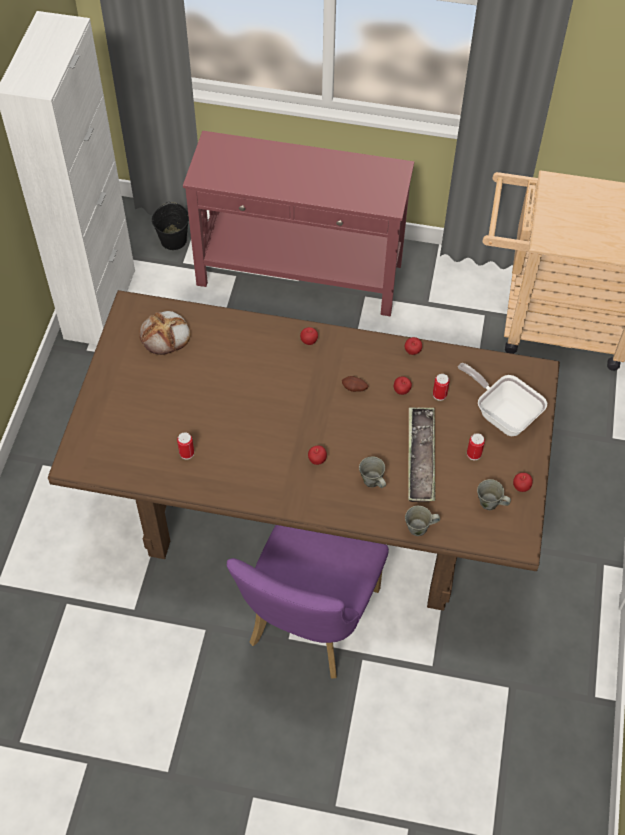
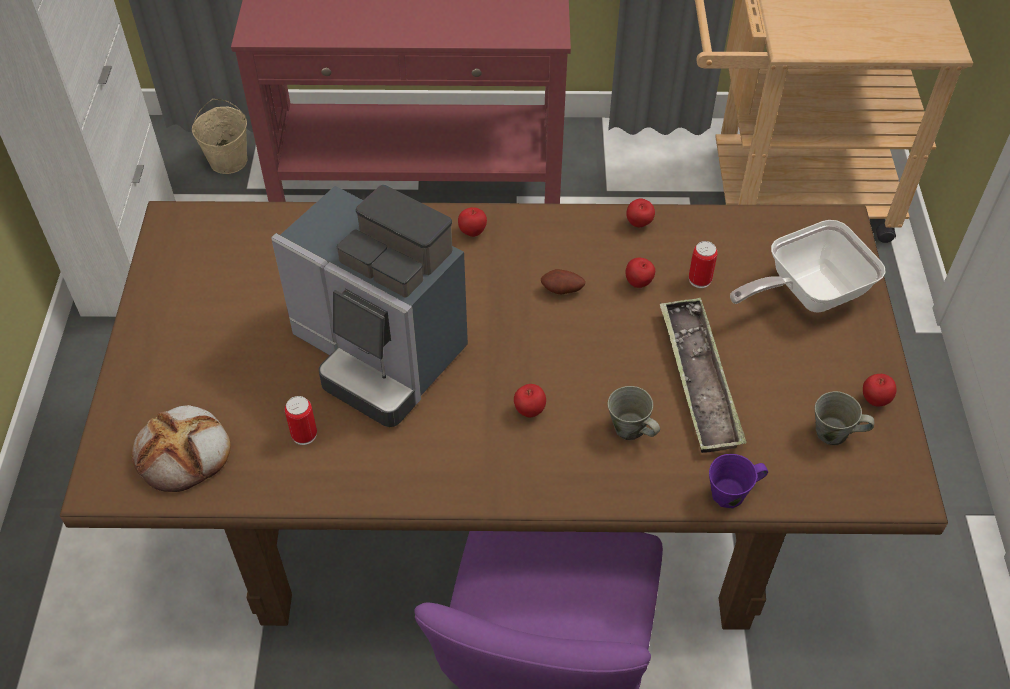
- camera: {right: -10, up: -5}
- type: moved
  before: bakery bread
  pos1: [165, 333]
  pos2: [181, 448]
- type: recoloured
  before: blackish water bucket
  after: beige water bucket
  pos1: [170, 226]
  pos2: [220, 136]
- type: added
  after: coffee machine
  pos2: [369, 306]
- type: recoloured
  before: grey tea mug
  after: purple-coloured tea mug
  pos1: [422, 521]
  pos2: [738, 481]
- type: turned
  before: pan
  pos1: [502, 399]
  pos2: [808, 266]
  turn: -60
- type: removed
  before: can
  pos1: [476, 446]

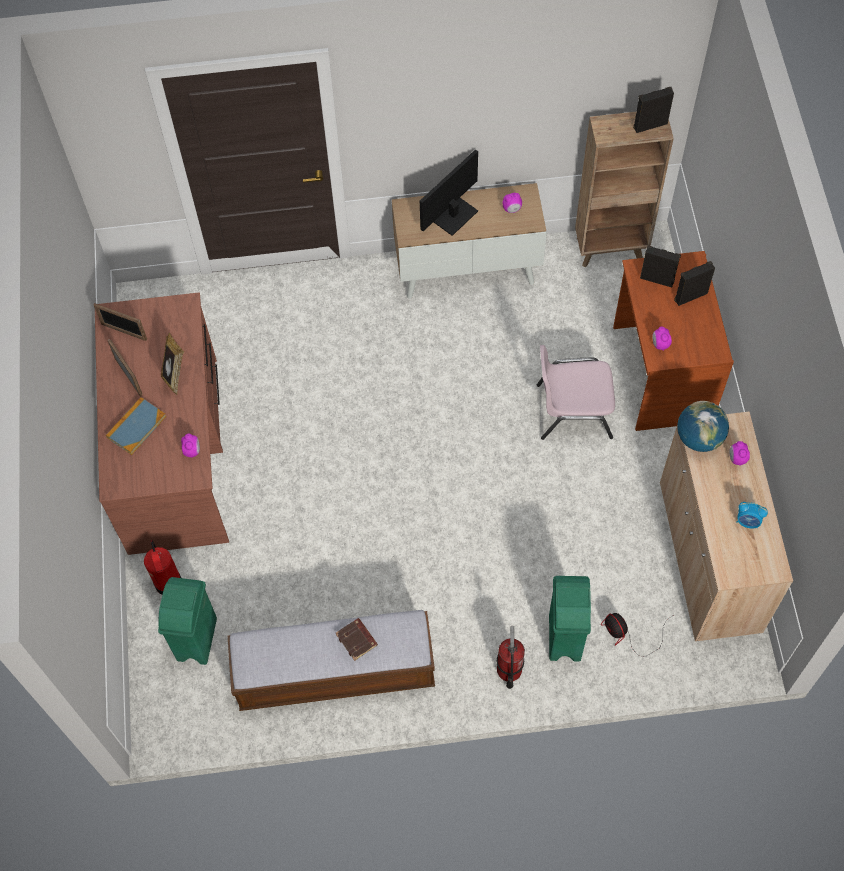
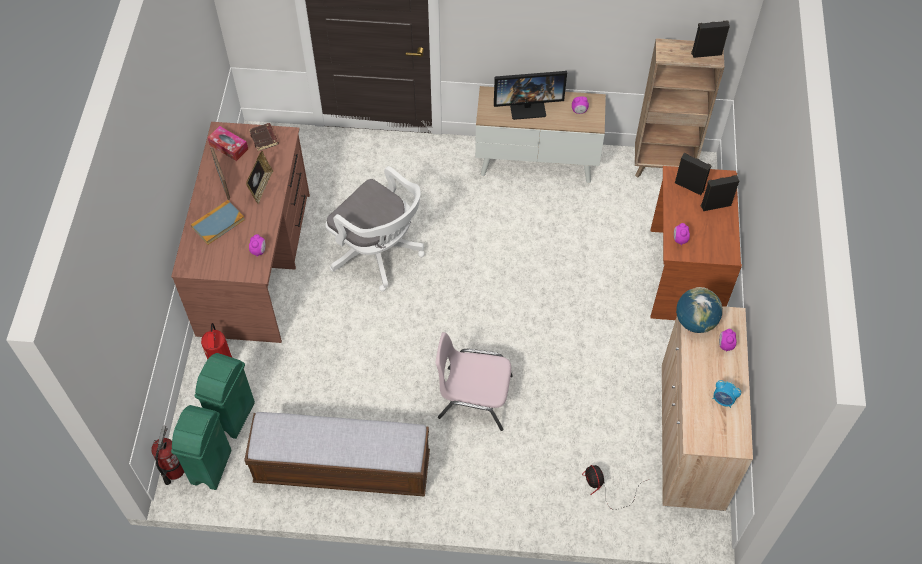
- camera: {right: 10, up: -5}
- type: moved
  before: extinguisher
  pos1: [511, 657]
  pos2: [167, 455]
- type: moved
  before: green-coloured rubbish bin
  pos1: [570, 618]
  pos2: [201, 447]
- type: replaced
  before: photo frame
  after: box of tissues
  pos1: [120, 322]
  pos2: [227, 143]
- type: moved
  before: brown-coloured bound book
  pos1: [357, 639]
  pos2: [264, 137]
- type: added
  after: white-coloured office chair
  pos2: [375, 229]
- type: moved
  before: pink-coloured plain chair
  pos1: [576, 392]
  pos2: [474, 381]
- type: turned
  before: computer screen
  pos1: [449, 192]
  pos2: [530, 95]
  turn: -150

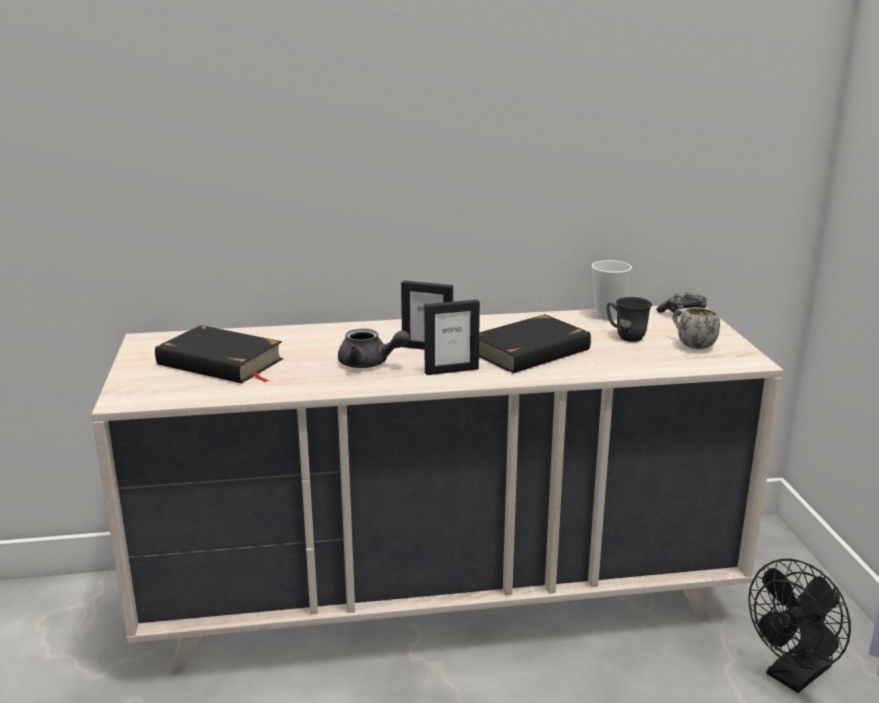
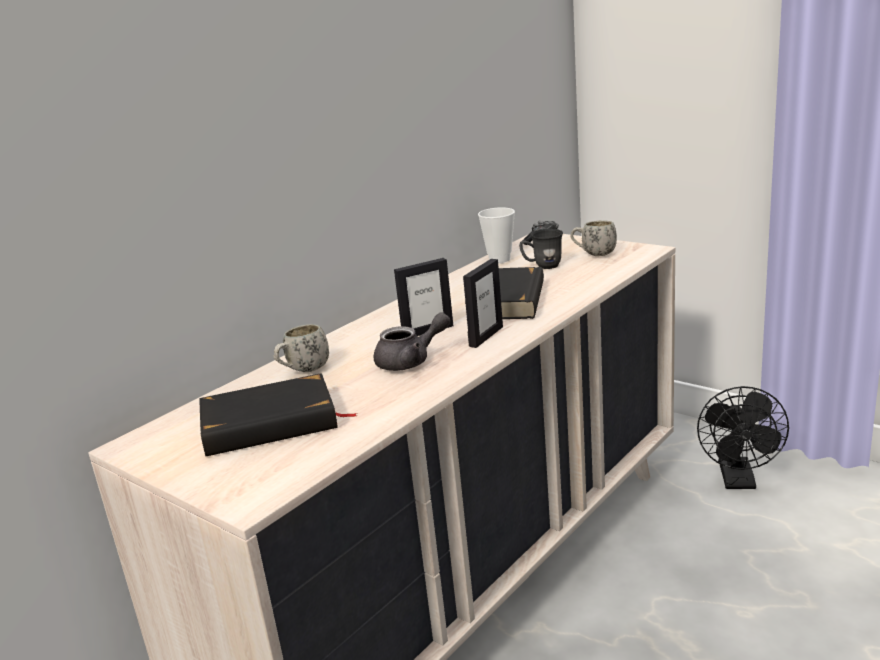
- camera: {right: -40, up: 0}
- type: added
  after: white-coloured tea mug
  pos2: [301, 348]

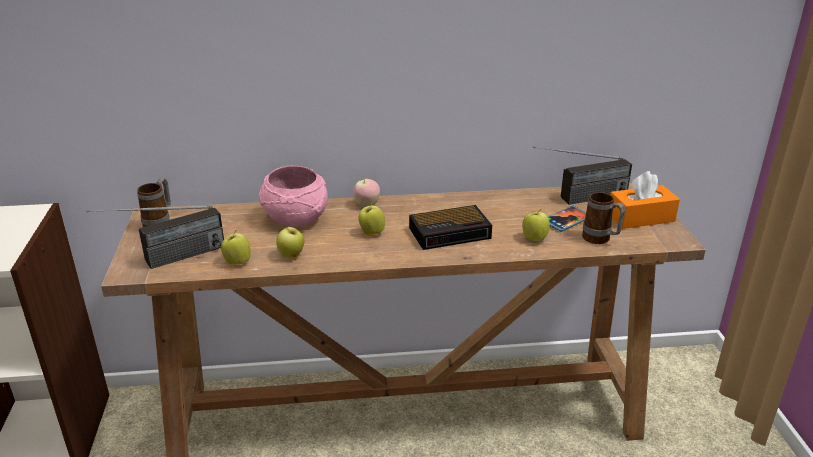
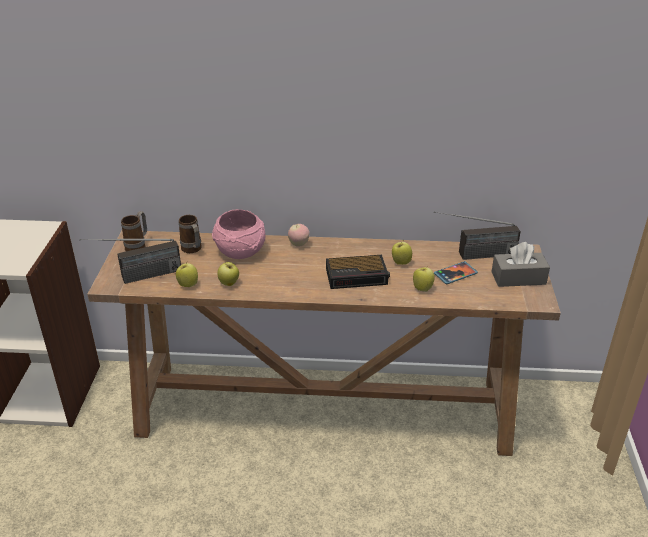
- camera: {right: 10, up: 5}
- type: moved
  before: tea mug
  pos1: [603, 218]
  pos2: [190, 234]
- type: moved
  before: whole apple
  pos1: [371, 219]
  pos2: [402, 253]
- type: recoloured
  before: orangey box of tissues
  after: grey box of tissues
  pos1: [645, 200]
  pos2: [521, 264]

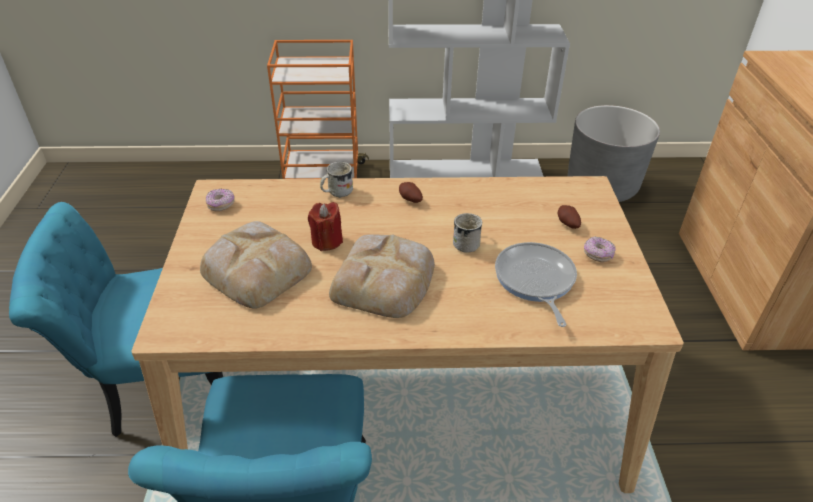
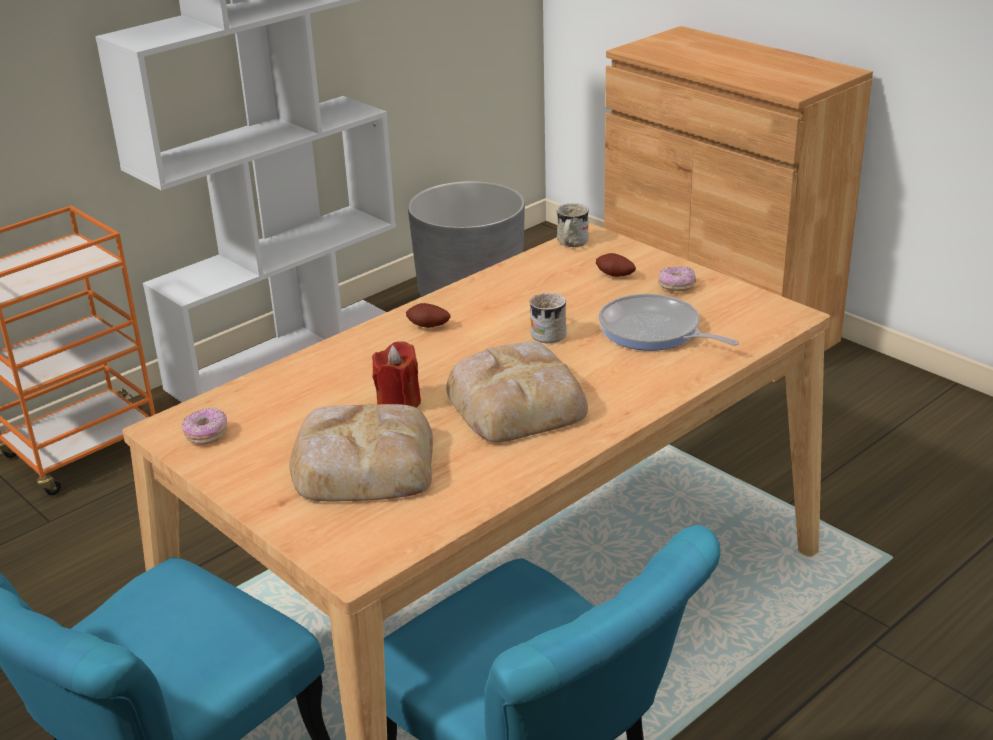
- camera: {right: -40, up: -10}
- type: moved
  before: white-coloured tea mug
  pos1: [336, 179]
  pos2: [573, 225]

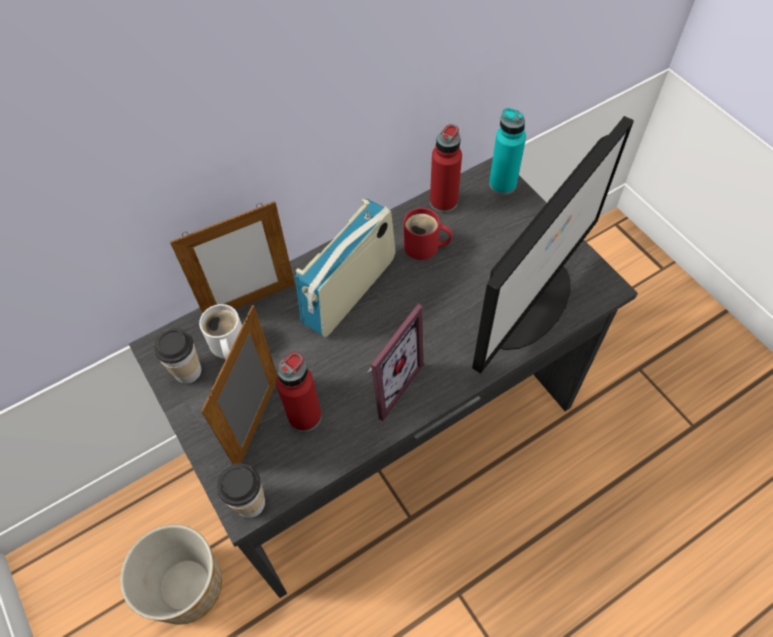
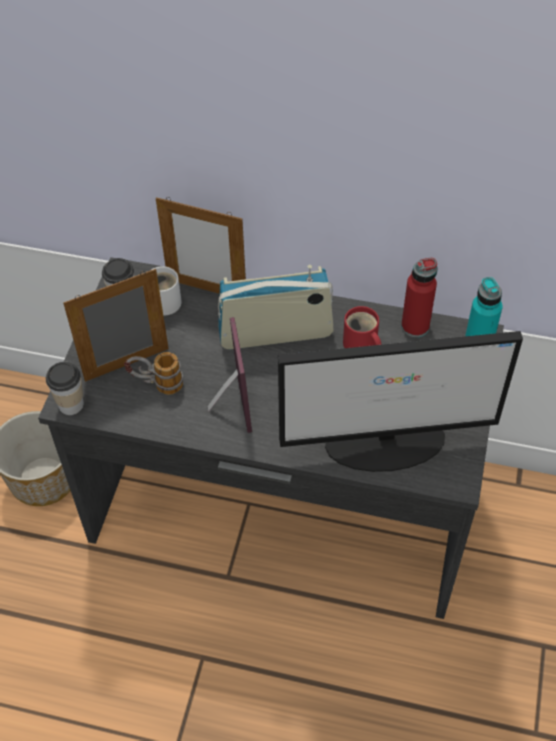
- camera: {right: 45, up: -5}
- type: replaced
  before: red bottle
  after: tea mug
  pos1: [299, 392]
  pos2: [153, 373]
- type: turned
  before: photo frame
  pos1: [395, 362]
  pos2: [230, 375]
  turn: -90

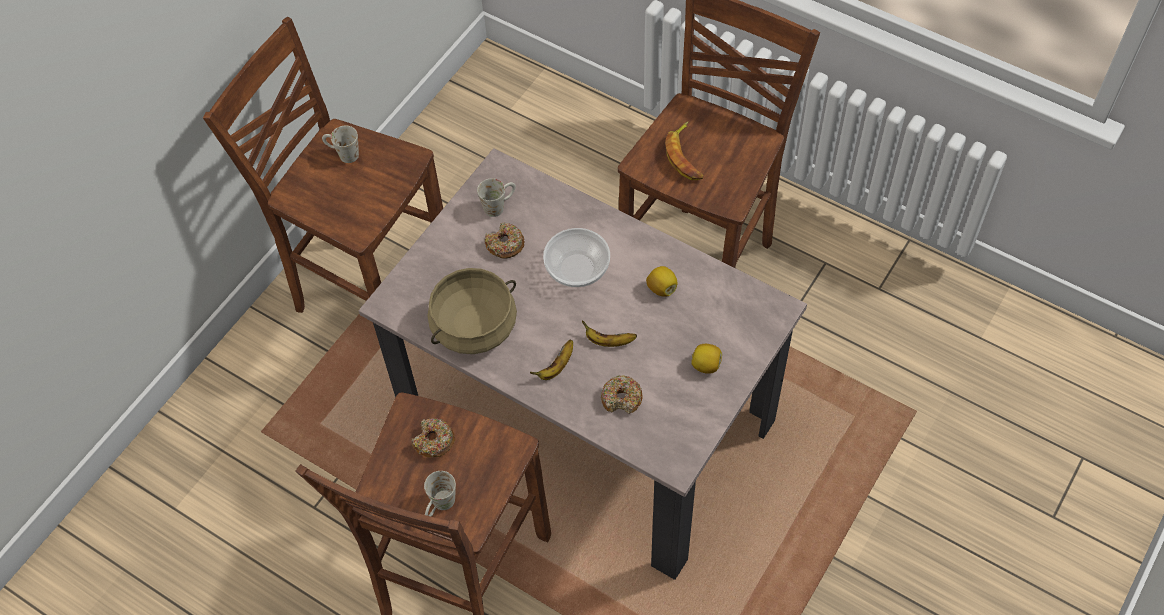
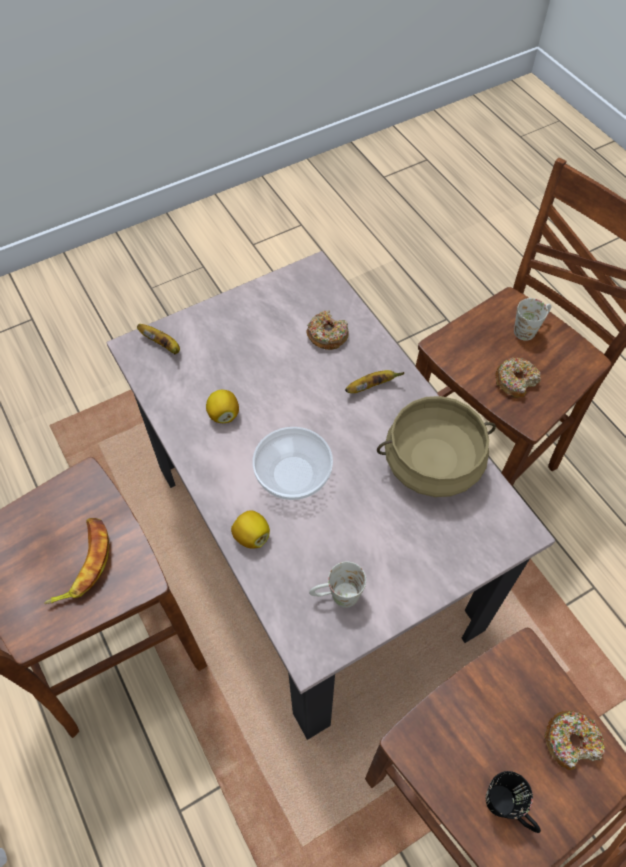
- camera: {right: -155, up: 0}
- type: moved
  before: banana
  pos1: [609, 334]
  pos2: [158, 339]
- type: moved
  before: whole lemon
  pos1: [706, 359]
  pos2: [250, 529]
- type: recoloured
  before: white-coloured tea mug
  after: blackish tea mug
  pos1: [340, 144]
  pos2: [513, 802]
- type: moved
  before: donut
  pos1: [505, 240]
  pos2: [574, 740]

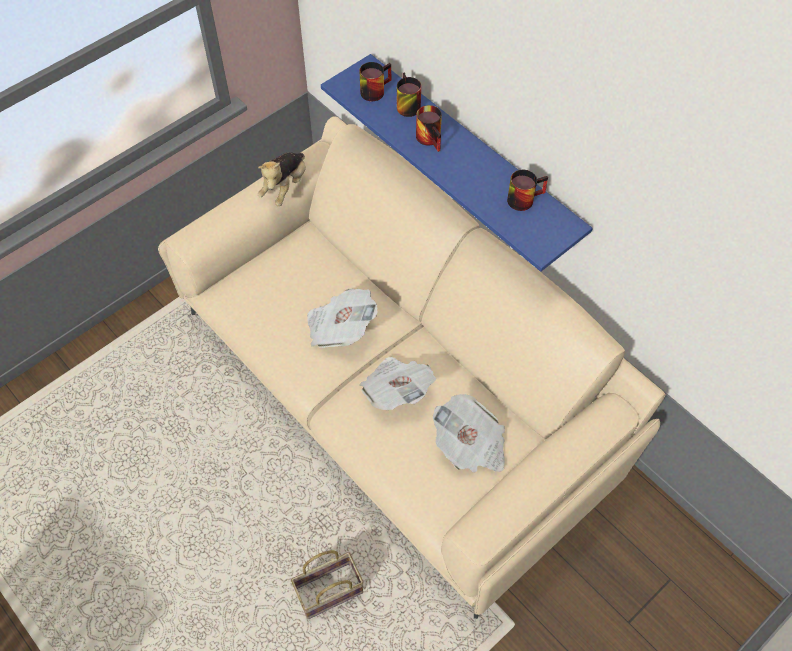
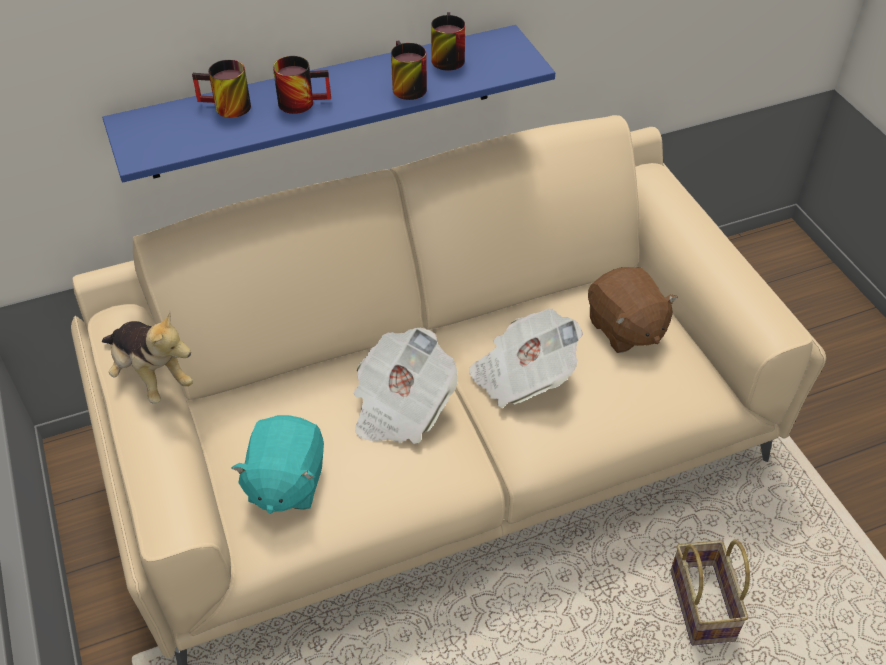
- camera: {right: -70, up: -10}
- type: added
  after: blue-green plush toy
  pos2: [278, 464]
- type: moved
  before: tea mug
  pos1: [375, 81]
  pos2: [409, 70]
- type: replaced
  before: newspaper
  after: brown-coloured plush toy
  pos1: [469, 433]
  pos2: [633, 310]

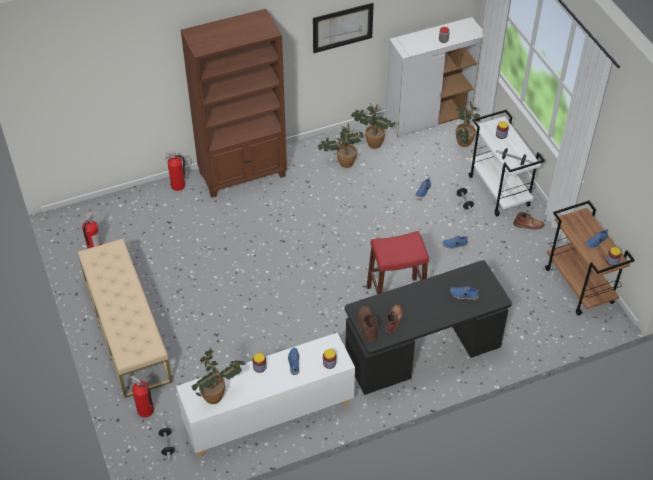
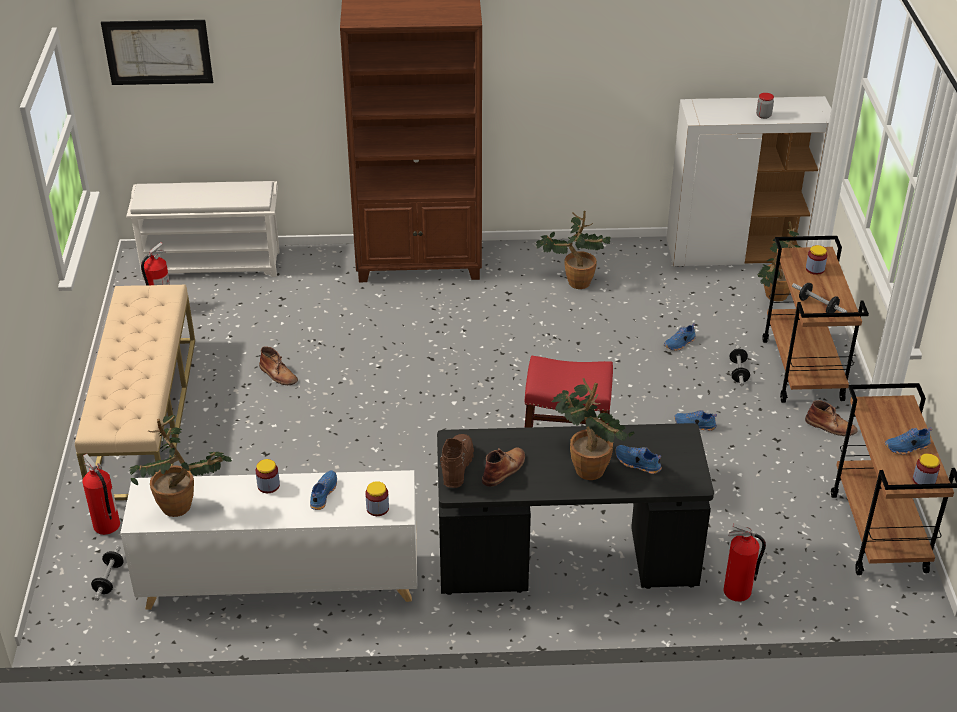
- camera: {right: 20, up: -10}
- type: moved
  before: wall art
  pos1: [343, 28]
  pos2: [157, 52]
- type: added
  after: white-coloured shoe rack
  pos2: [203, 230]
- type: added
  after: brown-coloured boot
  pos2: [278, 366]
- type: moved
  before: houseplant
  pos1: [373, 126]
  pos2: [593, 429]
- type: moved
  before: extinguisher
  pos1: [175, 172]
  pos2: [745, 562]
- type: recoloured
  before: white-coloured cart
  after: brown-coloured cart
  pos1: [507, 163]
  pos2: [815, 319]

